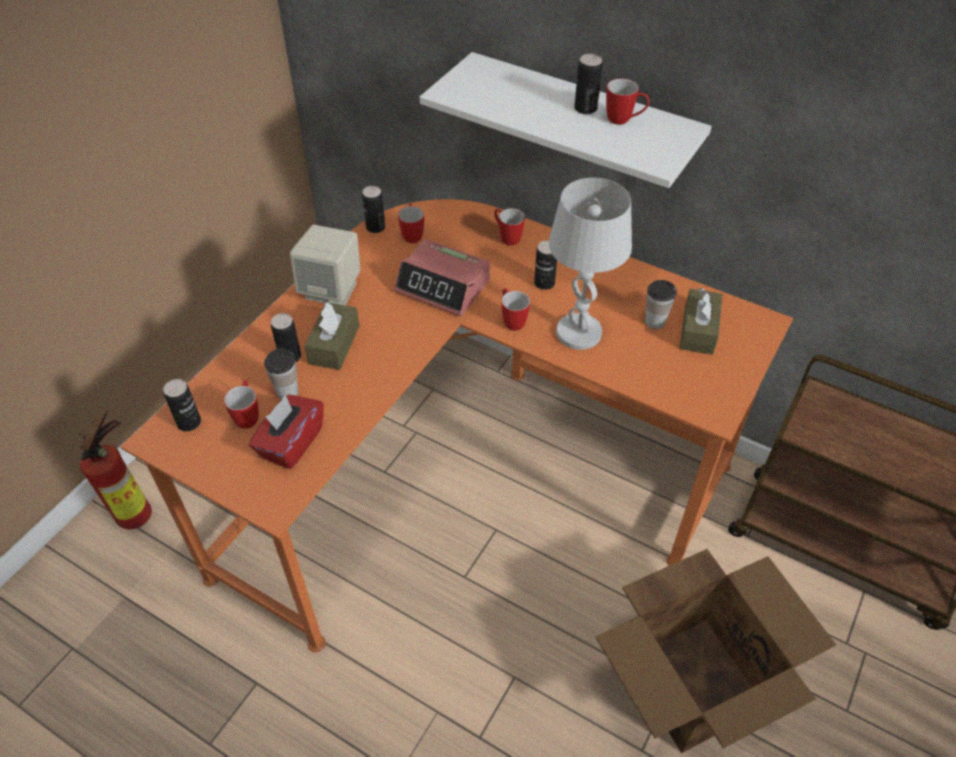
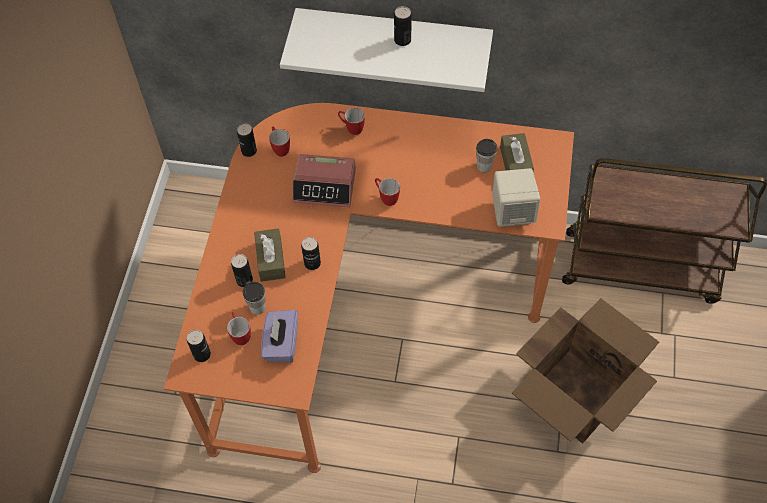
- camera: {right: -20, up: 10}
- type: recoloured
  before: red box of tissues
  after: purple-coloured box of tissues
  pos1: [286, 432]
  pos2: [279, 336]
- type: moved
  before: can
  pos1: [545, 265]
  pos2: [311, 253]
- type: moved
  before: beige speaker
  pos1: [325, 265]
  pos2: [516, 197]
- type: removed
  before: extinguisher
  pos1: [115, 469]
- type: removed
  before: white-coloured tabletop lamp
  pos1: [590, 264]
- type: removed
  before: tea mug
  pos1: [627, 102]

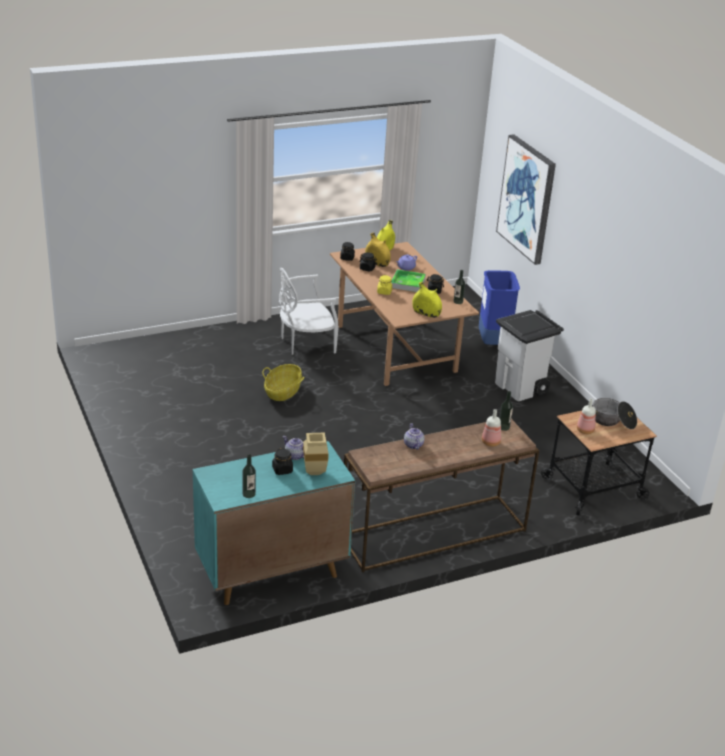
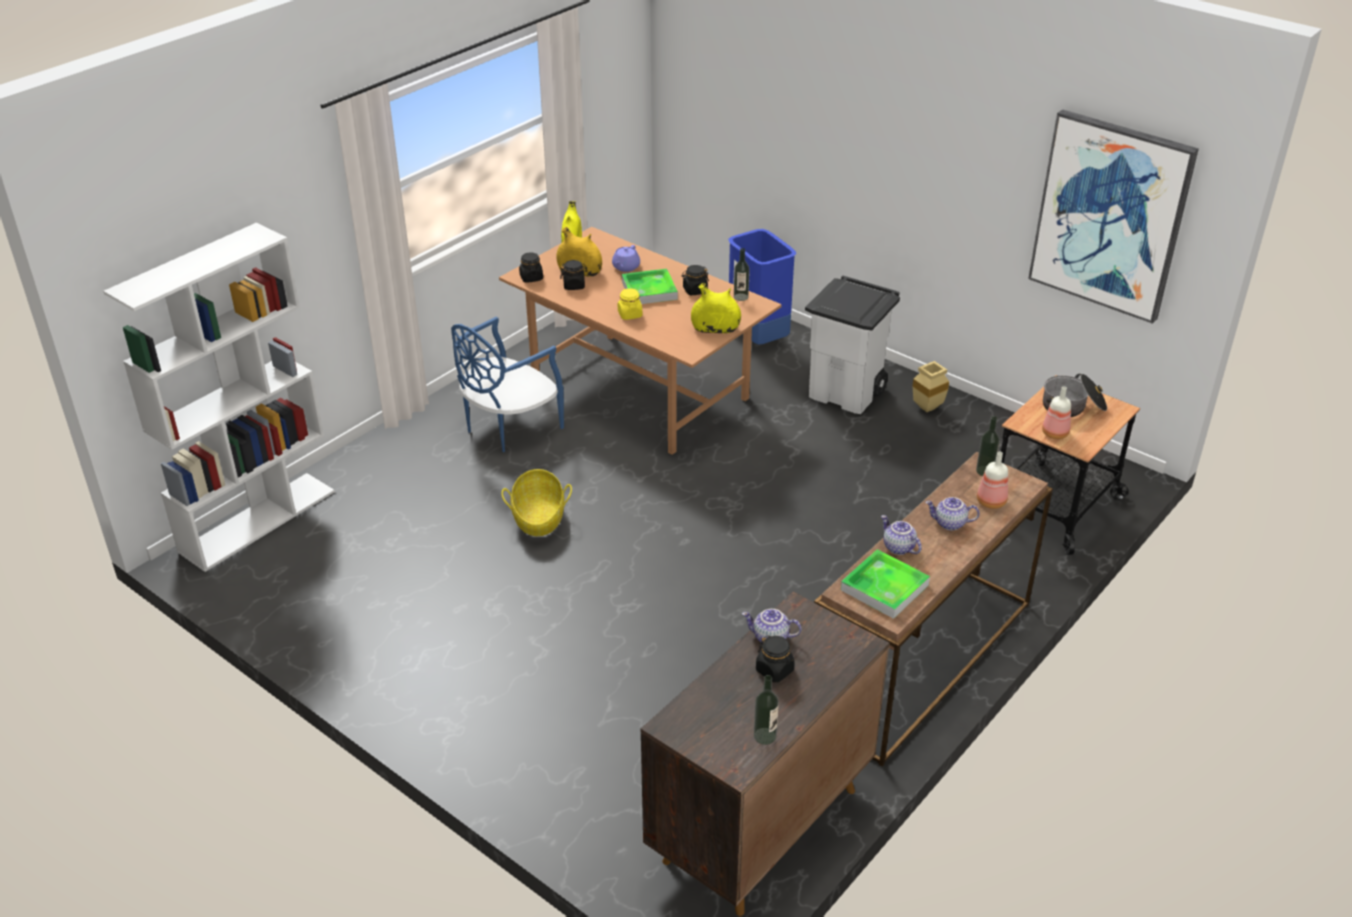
- camera: {right: -25, up: 5}
- type: added
  after: white-coloured shelving unit
  pos2: [219, 397]
- type: recoloured
  before: white-coloured plain chair
  after: blue-coloured plain chair
  pos1: [309, 311]
  pos2: [507, 384]
- type: recoloured
  before: blue-green cabinet
  after: brown-coloured cabinet
  pos1: [274, 523]
  pos2: [765, 754]
- type: added
  after: serving tray
  pos2: [885, 584]
- type: moved
  before: beige vase
  pos1: [316, 453]
  pos2: [931, 386]
- type: added
  after: teapot
  pos2: [952, 513]
- type: moved
  before: wall art
  pos1: [526, 199]
  pos2: [1113, 216]

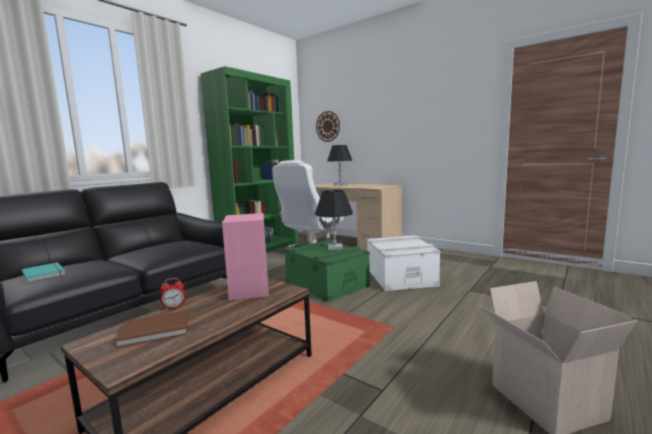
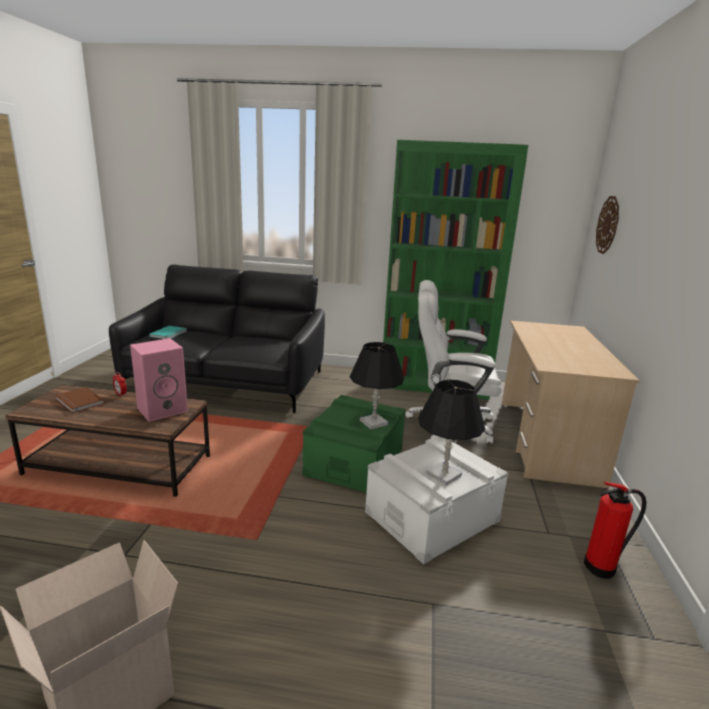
- camera: {right: 60, up: 10}
- type: moved
  before: blackish tabletop lamp
  pos1: [339, 165]
  pos2: [451, 432]
- type: added
  after: extinguisher
  pos2: [615, 530]

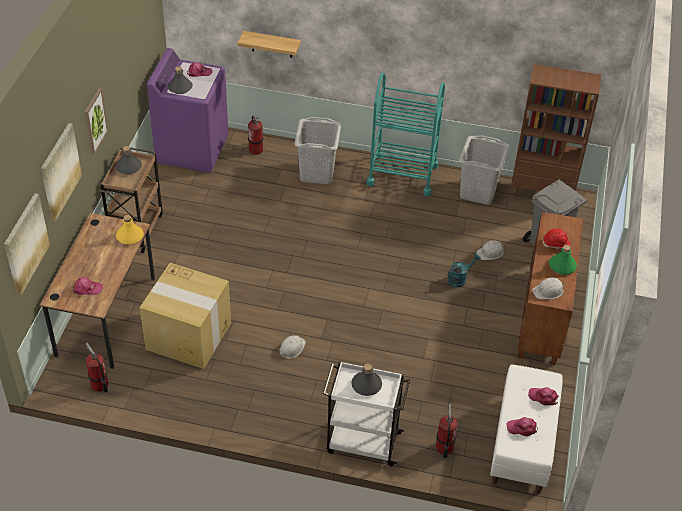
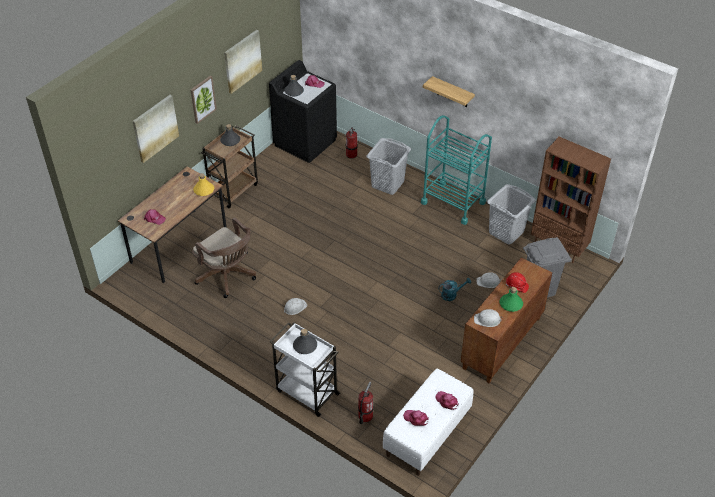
- camera: {right: 25, up: 0}
- type: replaced
  before: packing box
  after: brown-coloured office chair
  pos1: [185, 316]
  pos2: [224, 258]
- type: moved
  before: wall art
  pos1: [27, 244]
  pos2: [243, 62]
- type: recoloured
  before: purple-coloured laundry machine
  after: blackish laundry machine
  pos1: [187, 110]
  pos2: [303, 111]
- type: moved
  before: bracket shelf
  pos1: [269, 44]
  pos2: [449, 91]
- type: removed
  before: extinguisher
  pos1: [97, 368]

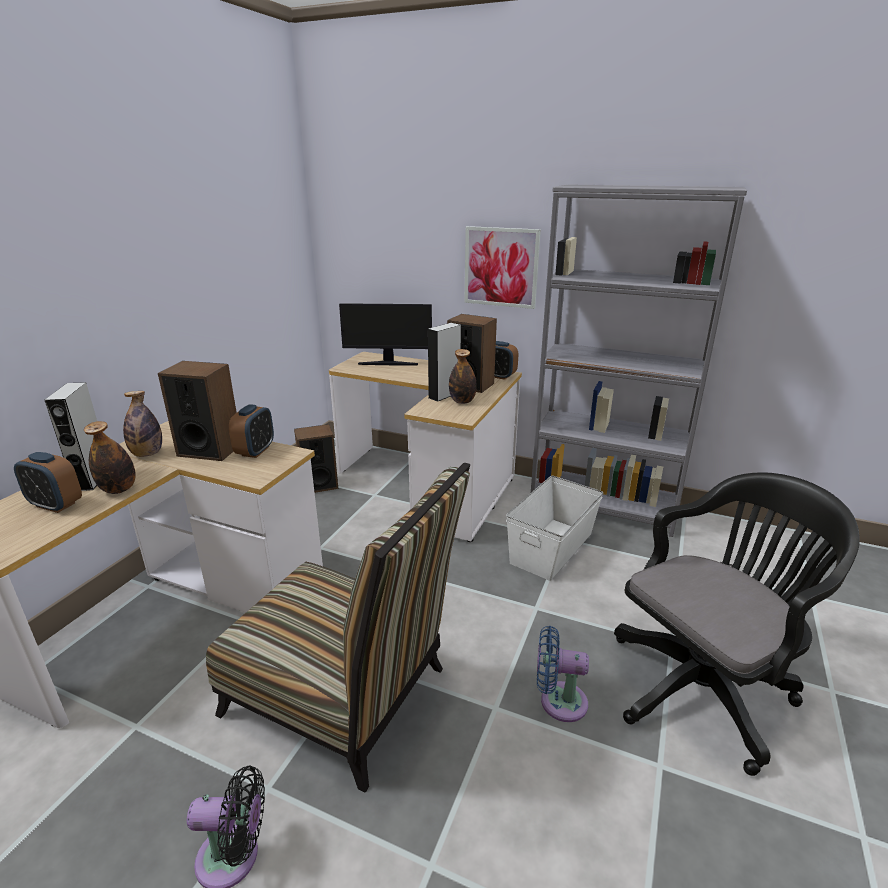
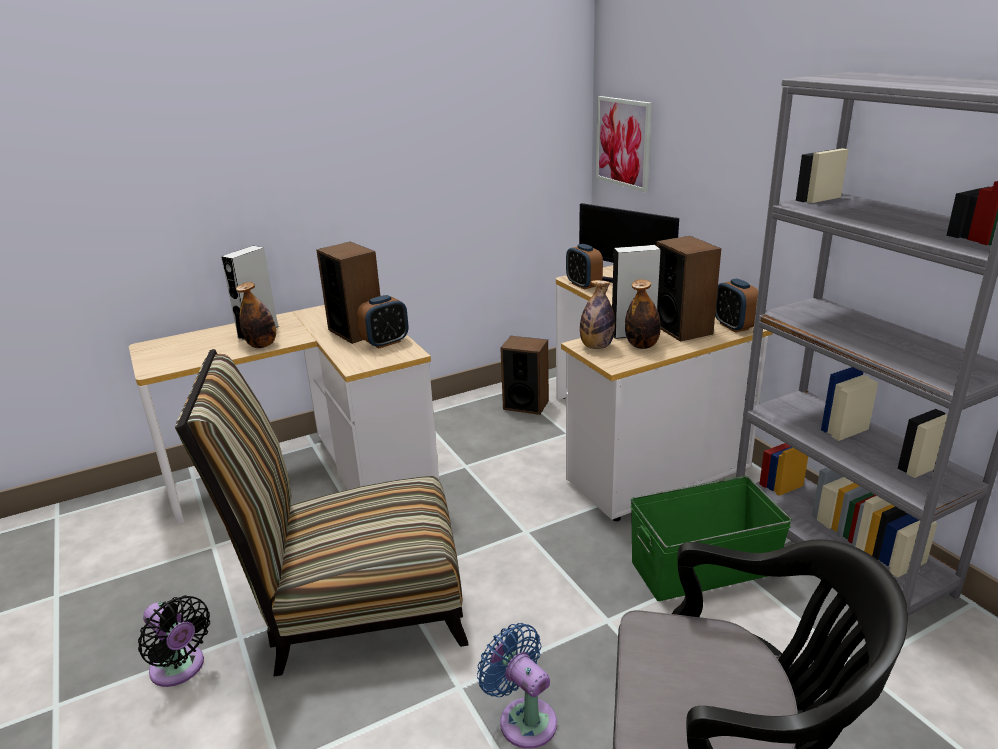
- camera: {right: 40, up: 0}
- type: turned
  before: plain chair
  pos1: [338, 628]
  pos2: [322, 512]
  turn: 105
- type: moved
  before: bedside clock
  pos1: [48, 482]
  pos2: [584, 266]
- type: moved
  before: bottle
  pos1: [142, 424]
  pos2: [597, 314]
- type: moved
  before: wall art
  pos1: [502, 267]
  pos2: [624, 144]
- type: recoloured
  before: white-coloured storage bin
  after: green-coloured storage bin
  pos1: [554, 528]
  pos2: [711, 538]

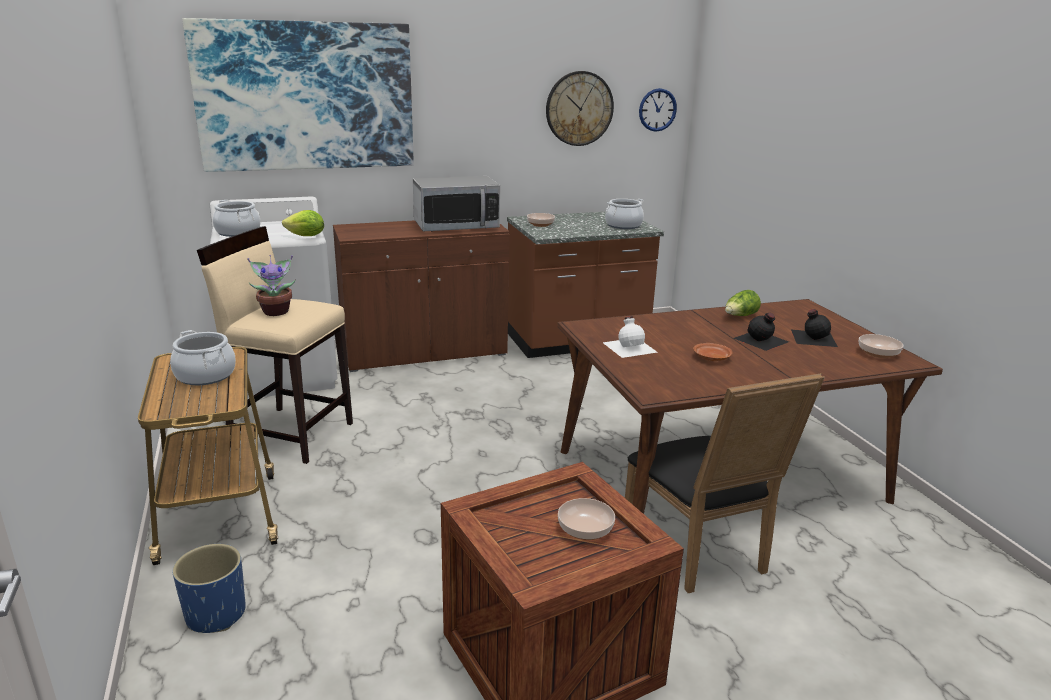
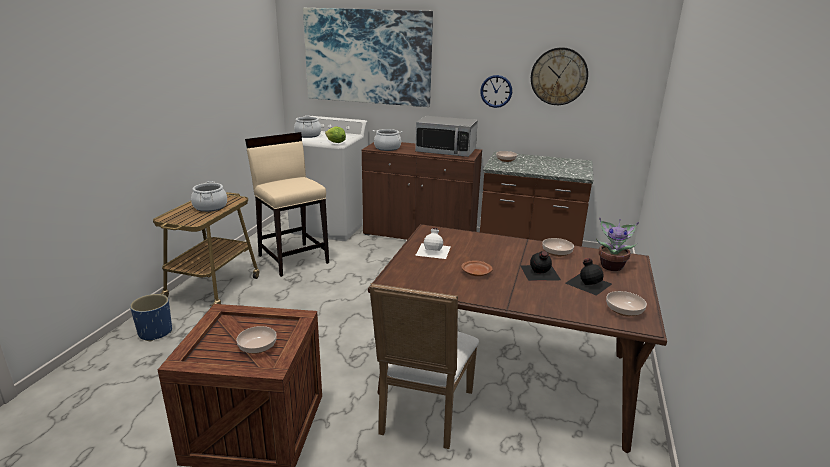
- camera: {right: 35, up: 0}
- type: recoloured
  before: blackish plain chair
  after: white-coloured plain chair
  pos1: [725, 483]
  pos2: [424, 366]
- type: moved
  before: saucepot
  pos1: [624, 214]
  pos2: [388, 140]
- type: moved
  before: clock on the wall
  pos1: [658, 110]
  pos2: [496, 91]
- type: replaced
  before: lettuce head
  after: serving bowl
  pos1: [743, 303]
  pos2: [558, 247]
- type: moved
  before: houseplant
  pos1: [271, 285]
  pos2: [617, 244]

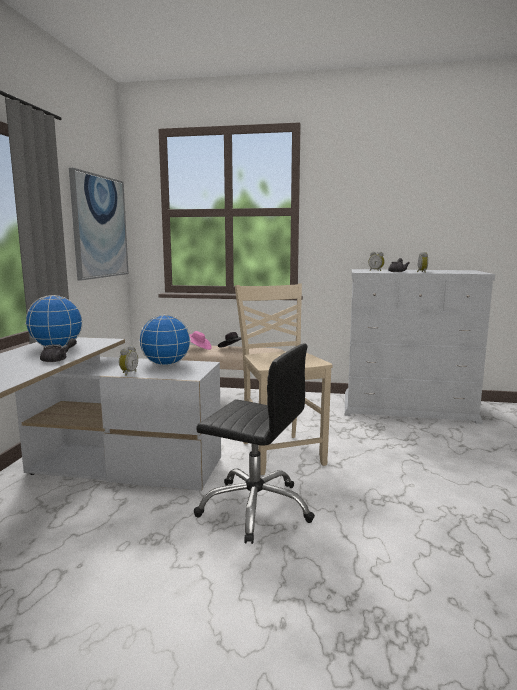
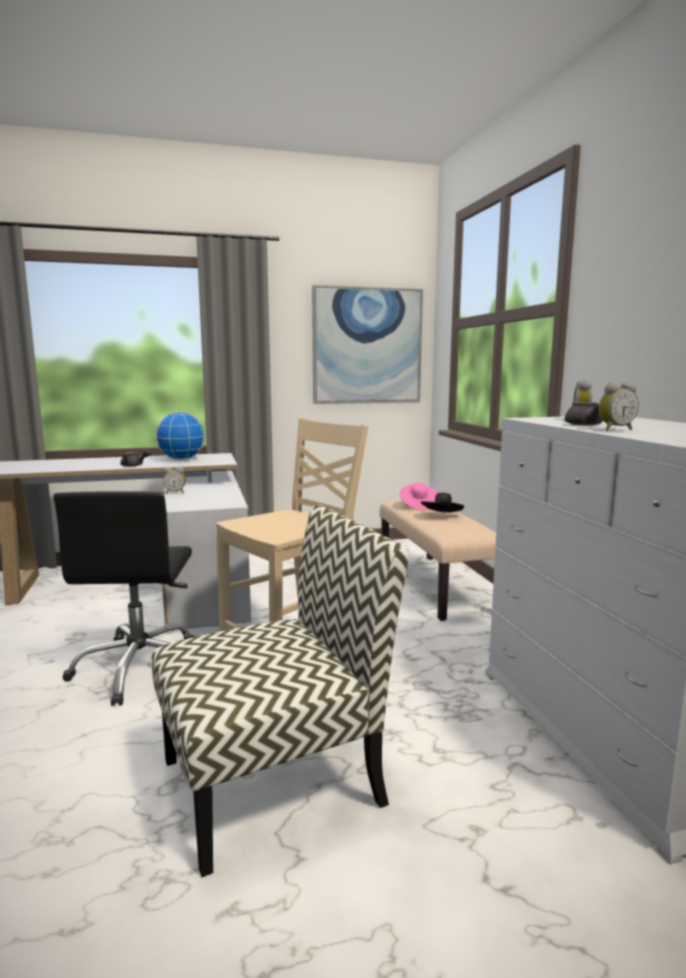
- camera: {right: 65, up: 0}
- type: added
  after: plain chair
  pos2: [280, 691]
- type: removed
  before: world globe
  pos1: [165, 340]

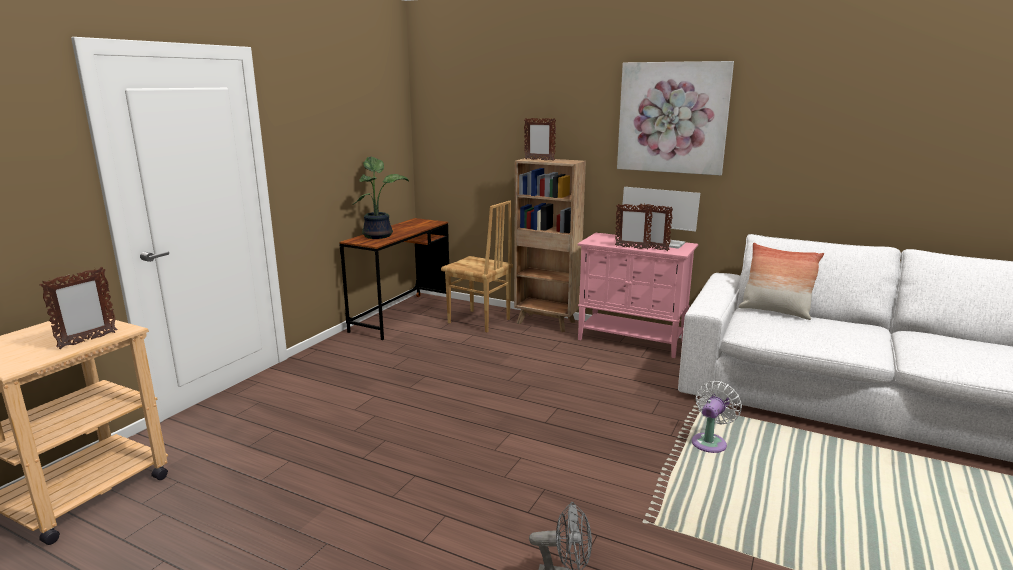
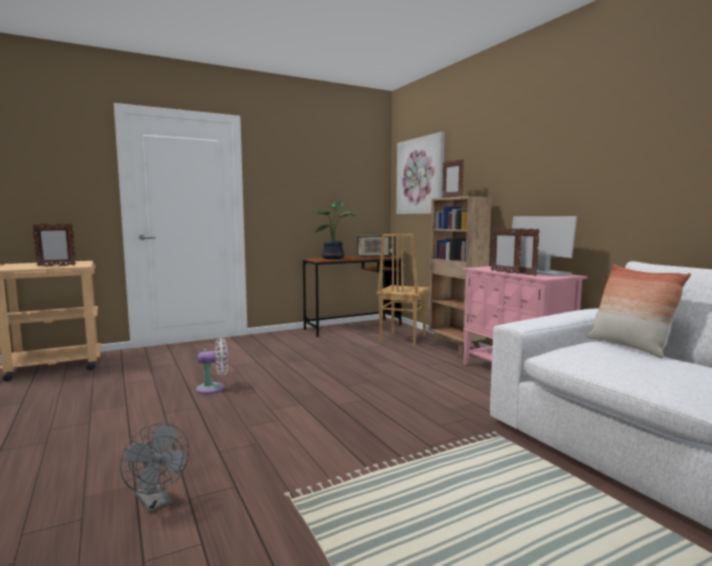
- camera: {right: 35, up: -10}
- type: moved
  before: white-coloured cooling fan
  pos1: [717, 417]
  pos2: [212, 366]
- type: added
  after: radio
  pos2: [376, 247]
- type: turned
  before: brown-coloured plain chair
  pos1: [477, 266]
  pos2: [403, 290]
  turn: 45
- type: moved
  before: wall art
  pos1: [675, 118]
  pos2: [420, 173]

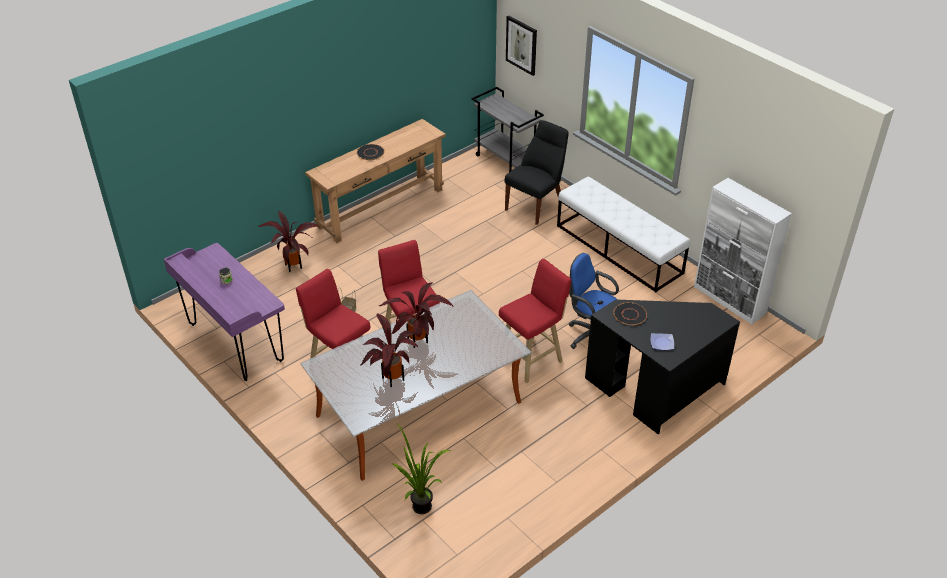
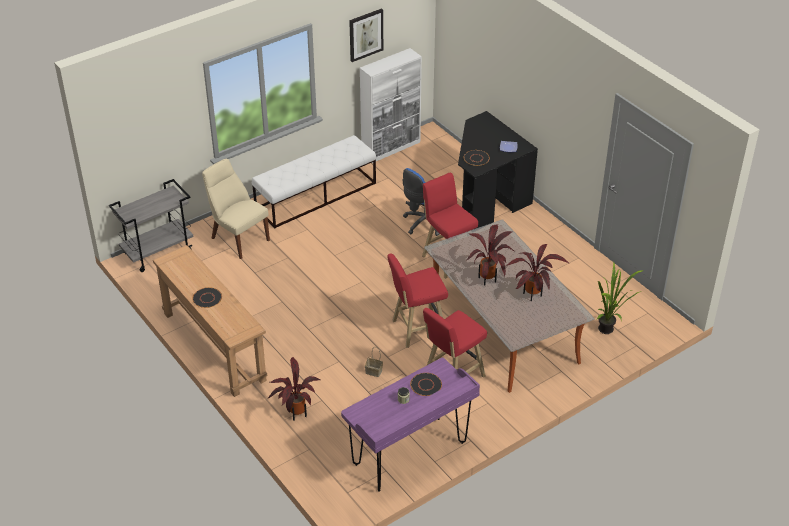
- camera: {right: -85, up: 0}
- type: recoloured
  before: blackish plain chair
  after: beige plain chair
  pos1: [537, 172]
  pos2: [236, 209]
- type: moved
  before: wall art
  pos1: [521, 46]
  pos2: [366, 35]
- type: added
  after: blackish plate
  pos2: [426, 384]

